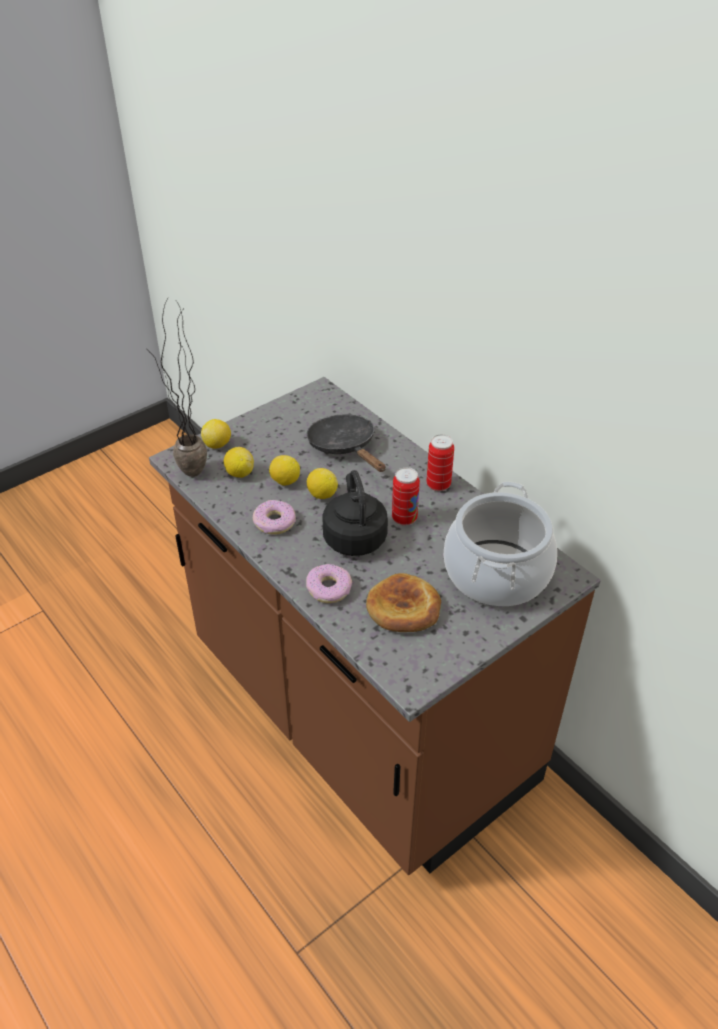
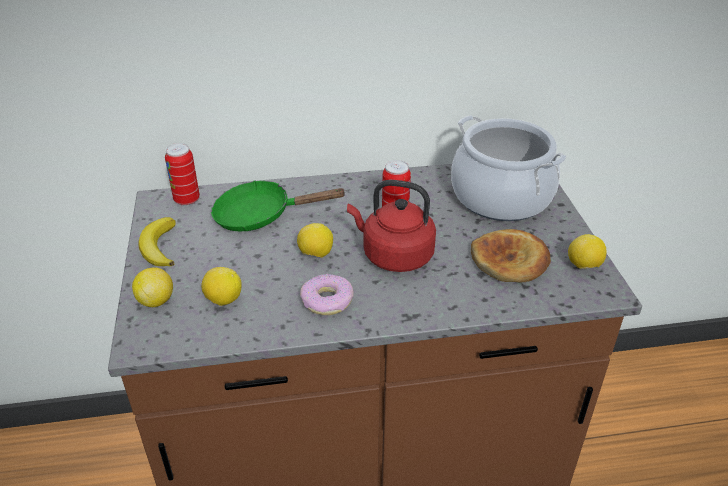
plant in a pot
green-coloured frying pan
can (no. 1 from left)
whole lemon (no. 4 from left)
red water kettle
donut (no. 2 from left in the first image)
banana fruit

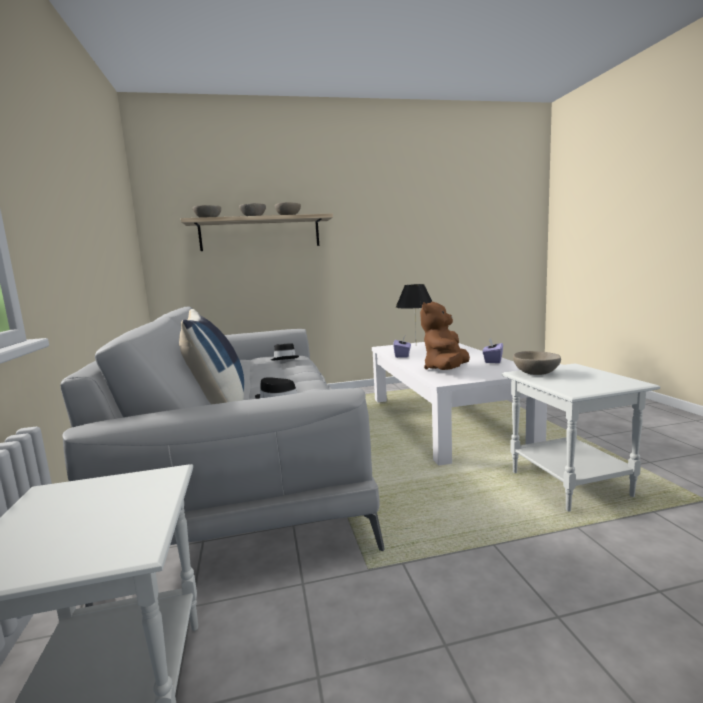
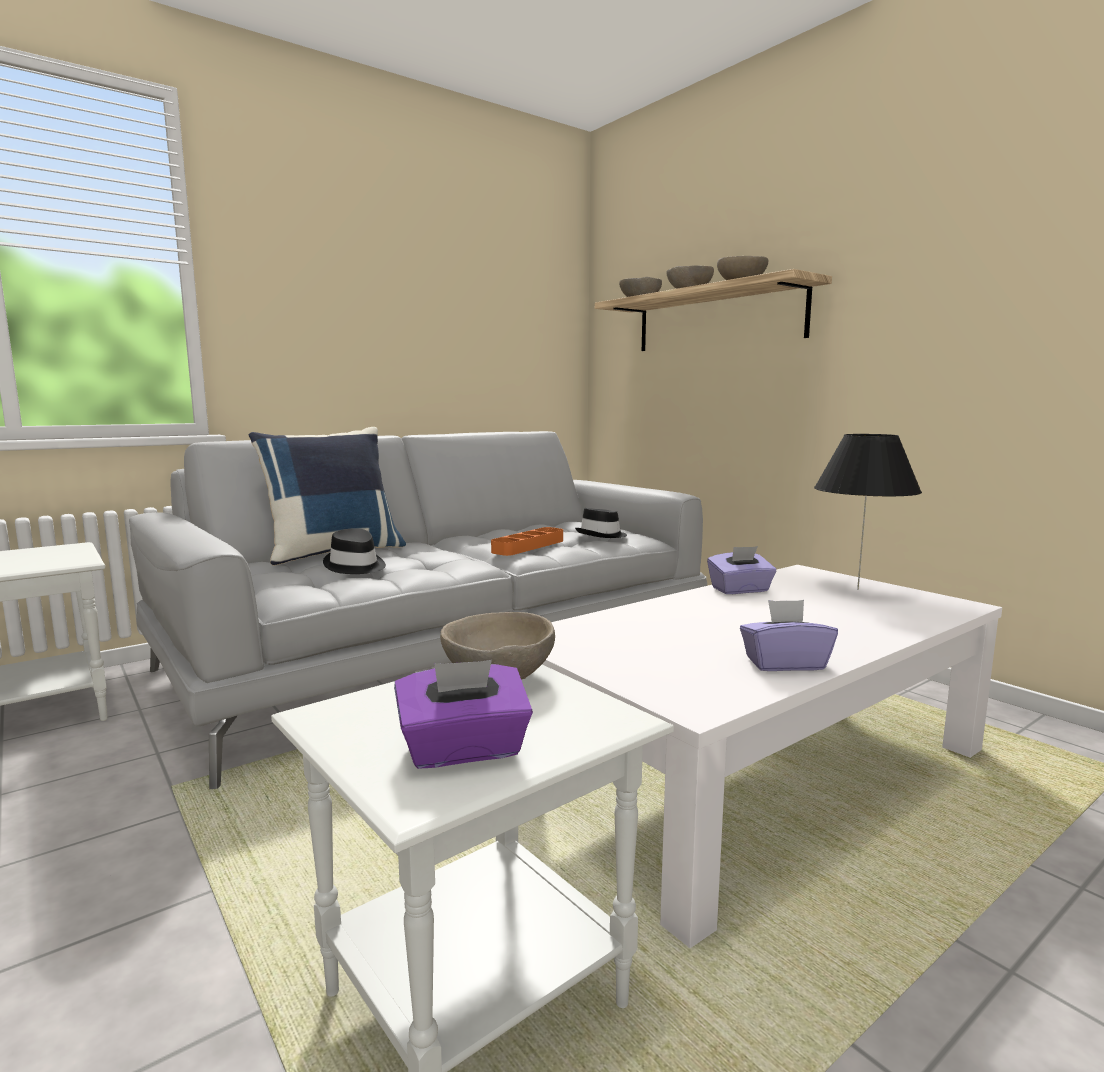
brown-coloured cuddly toy
orange serving tray
purple box of tissues (no. 1 from left)

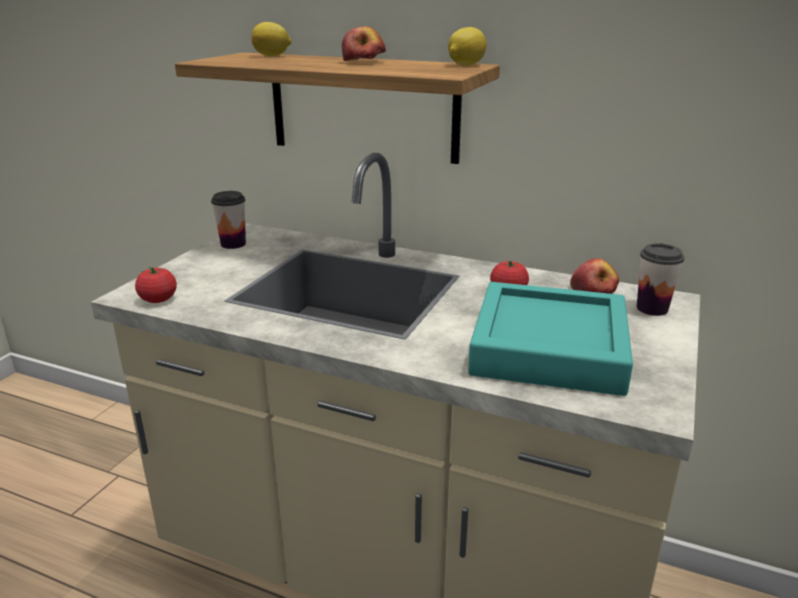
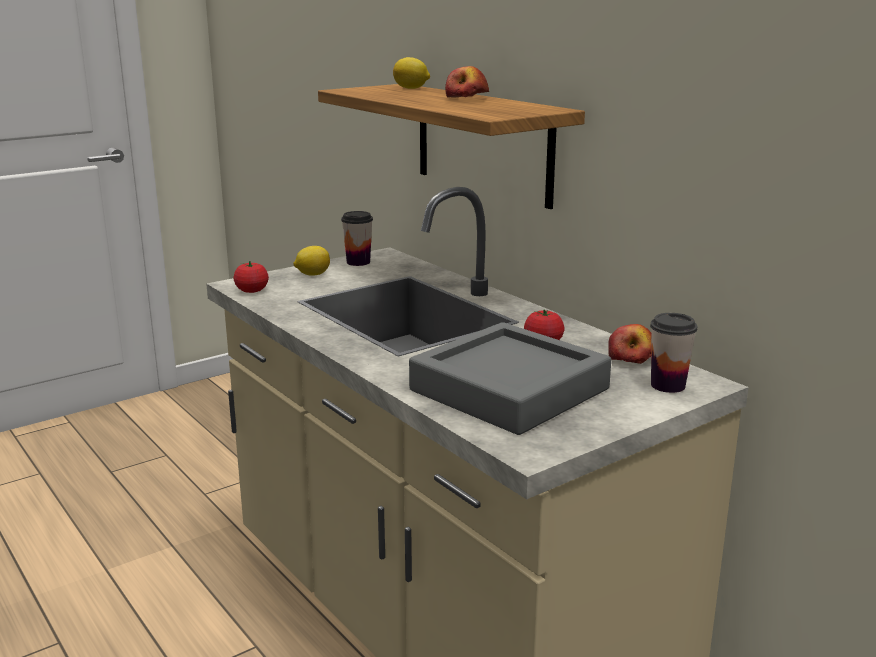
whole lemon (no. 1 from left)
gray serving tray

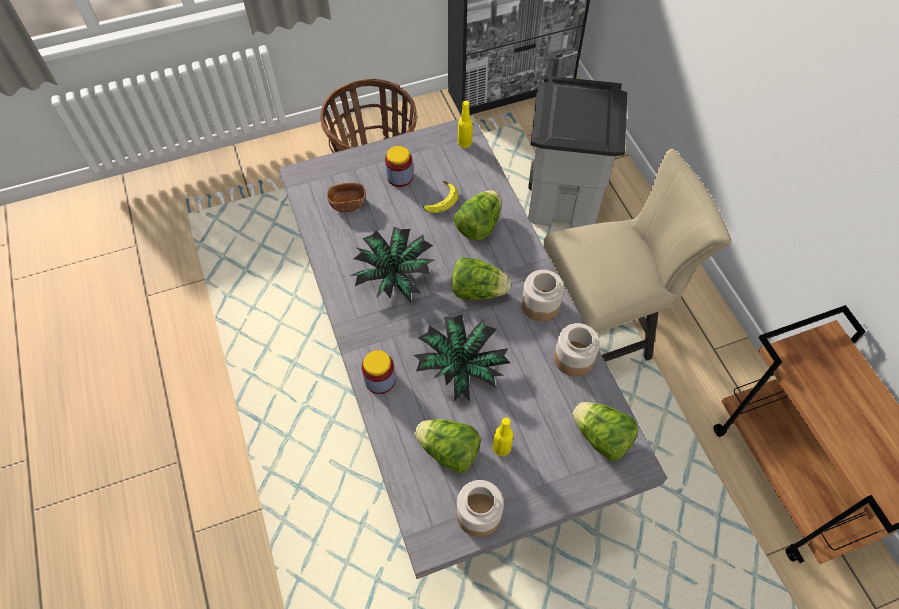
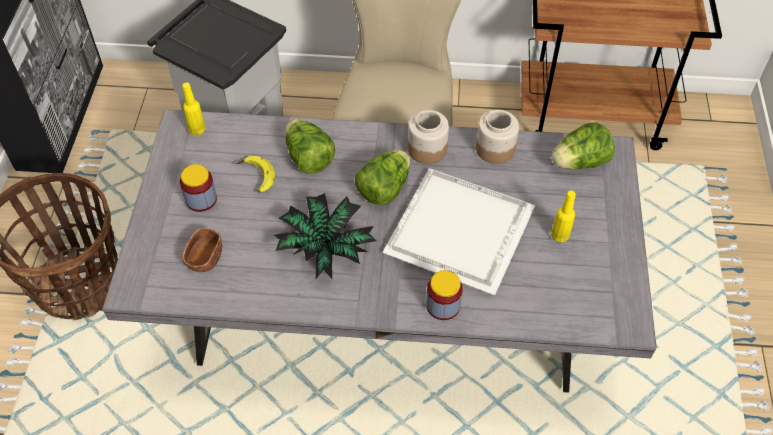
white-coloured serving tray
lettuce head (no. 1 from left in the first image)
preserve jar (no. 3 from left in the first image)

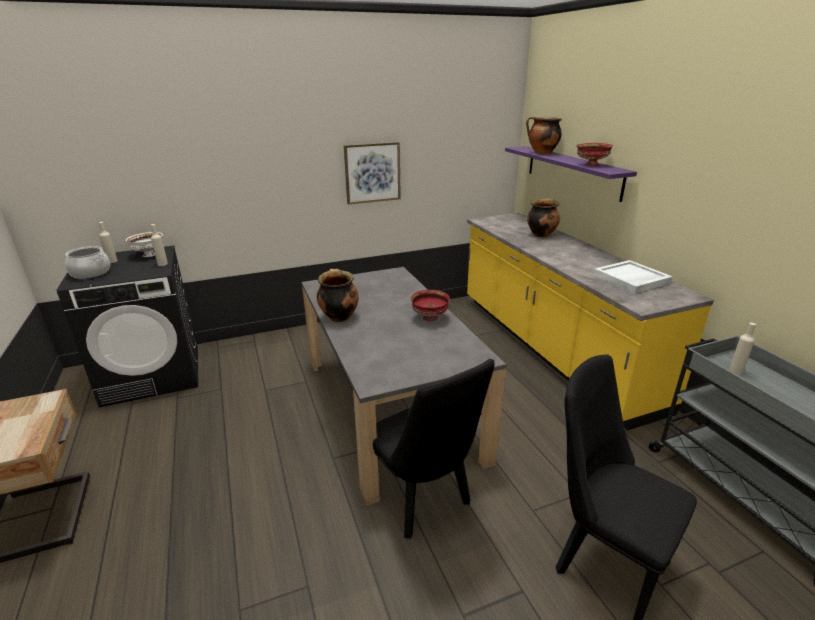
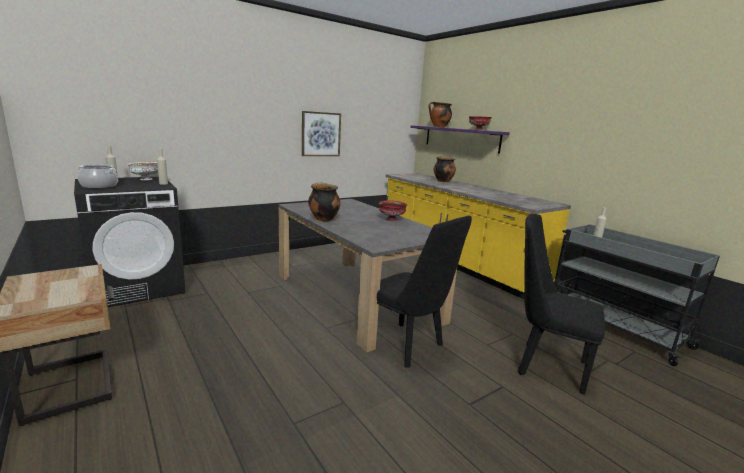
white-coloured serving tray

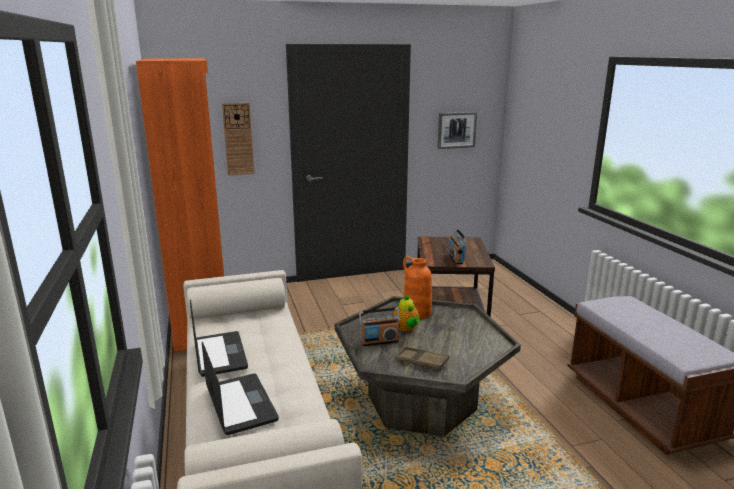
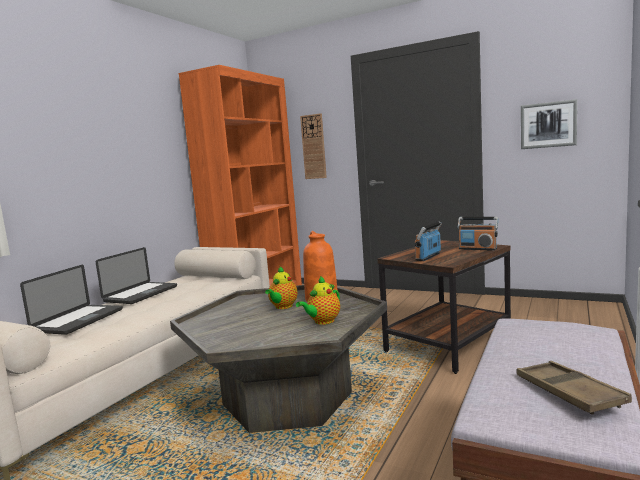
radio set (no. 2 from left)
brown-coloured serving tray
tea pot (no. 2 from left)

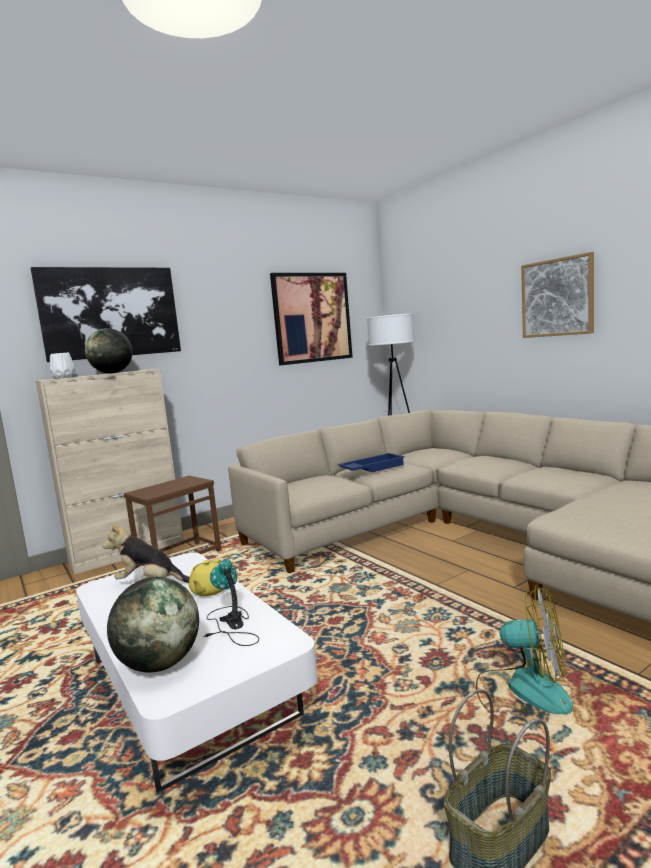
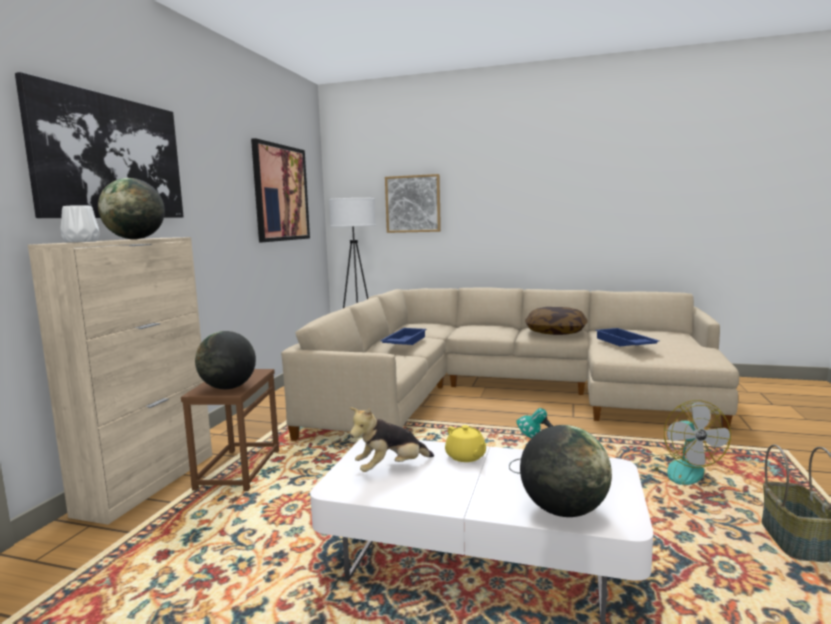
wall picture (no. 3 from left)
electric fan
pillow
bluish serving tray (no. 2 from left)
desk globe (no. 2 from left)

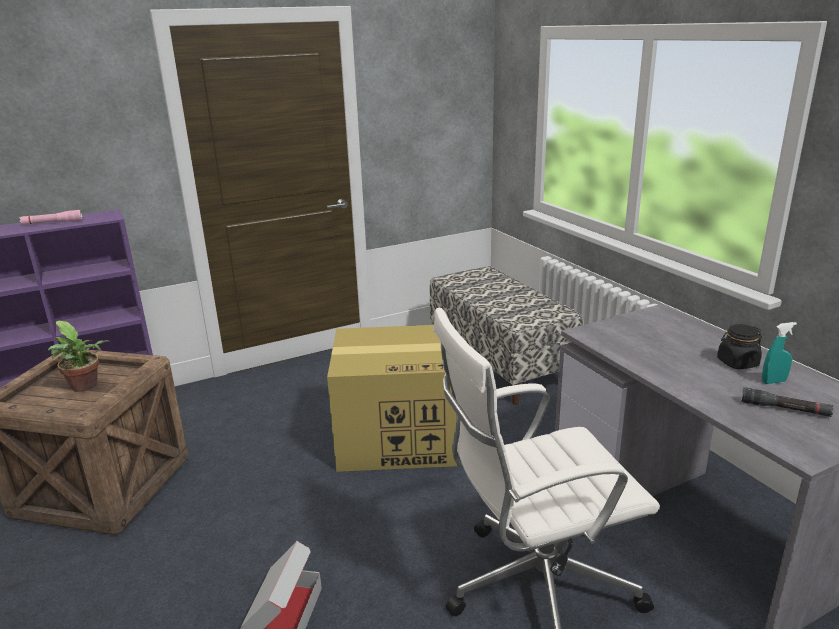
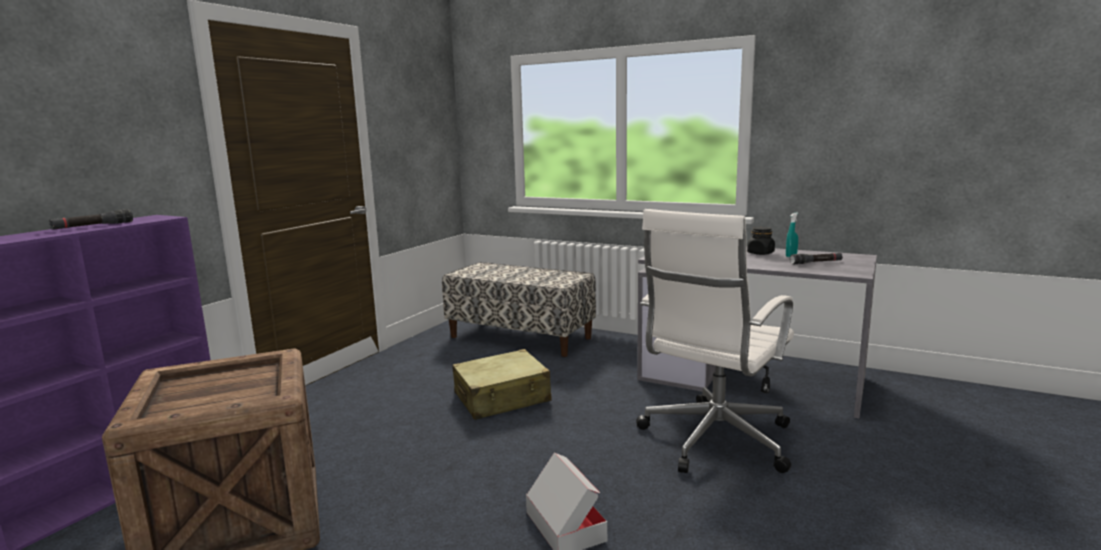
black torch (no. 1 from left)
plant in a pot
beige suitcase

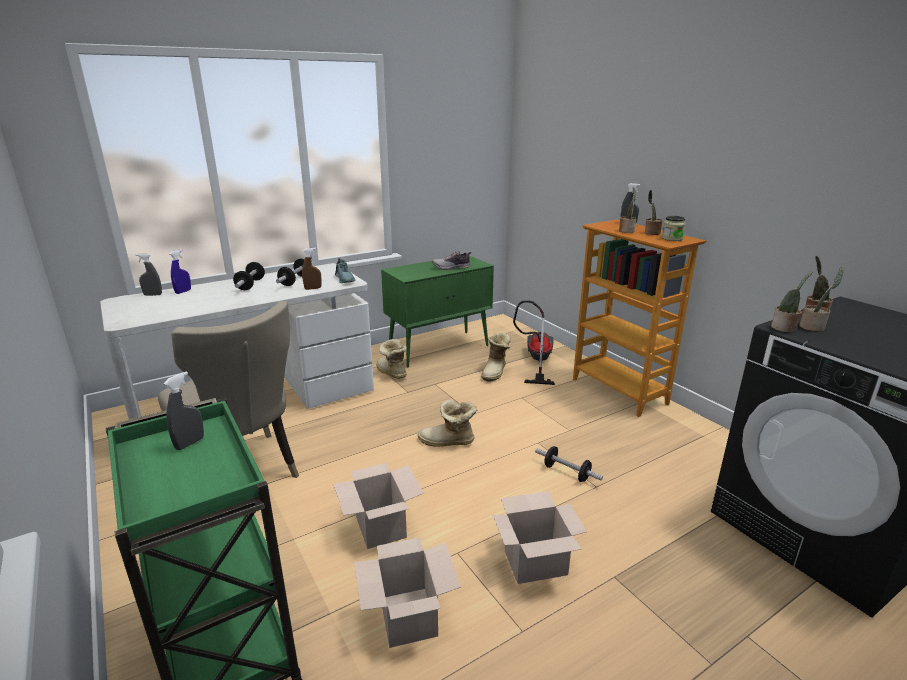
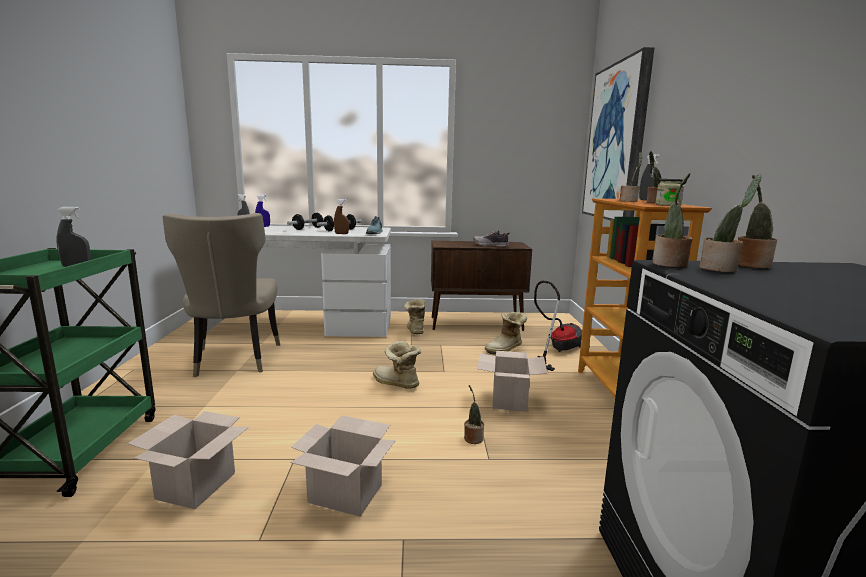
brown-coloured cabinet
plant in a pot (no. 1 from left)
carton (no. 3 from left)
wall picture

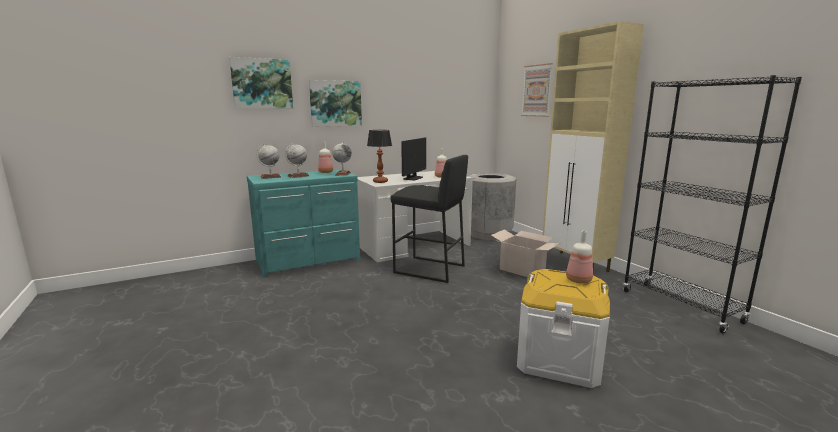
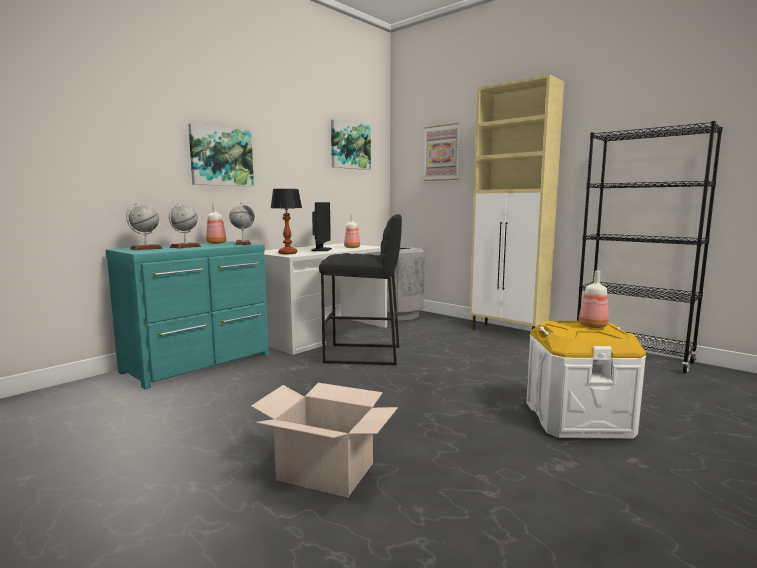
wall picture (no. 2 from left)
carton

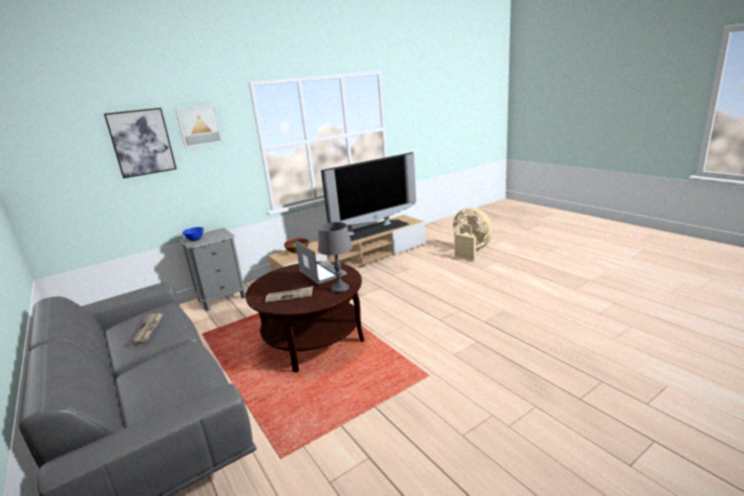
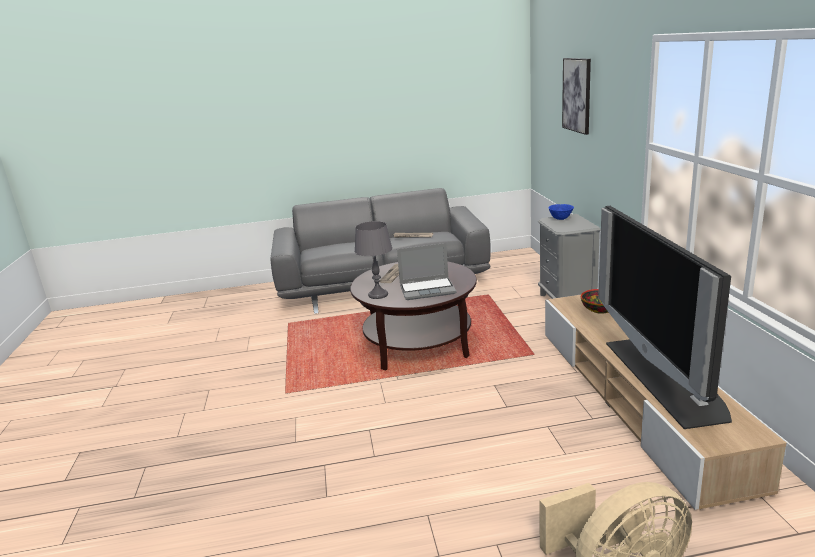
wall picture (no. 2 from left in the first image)

